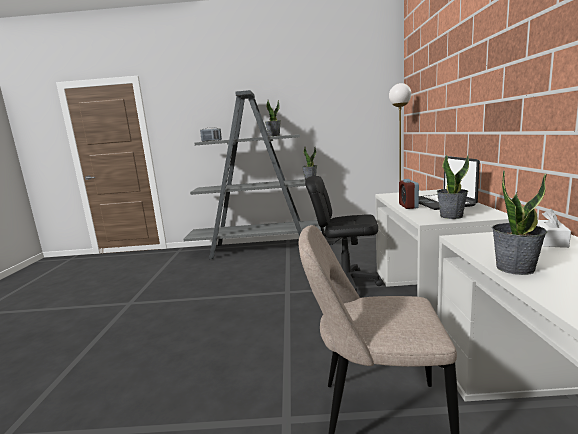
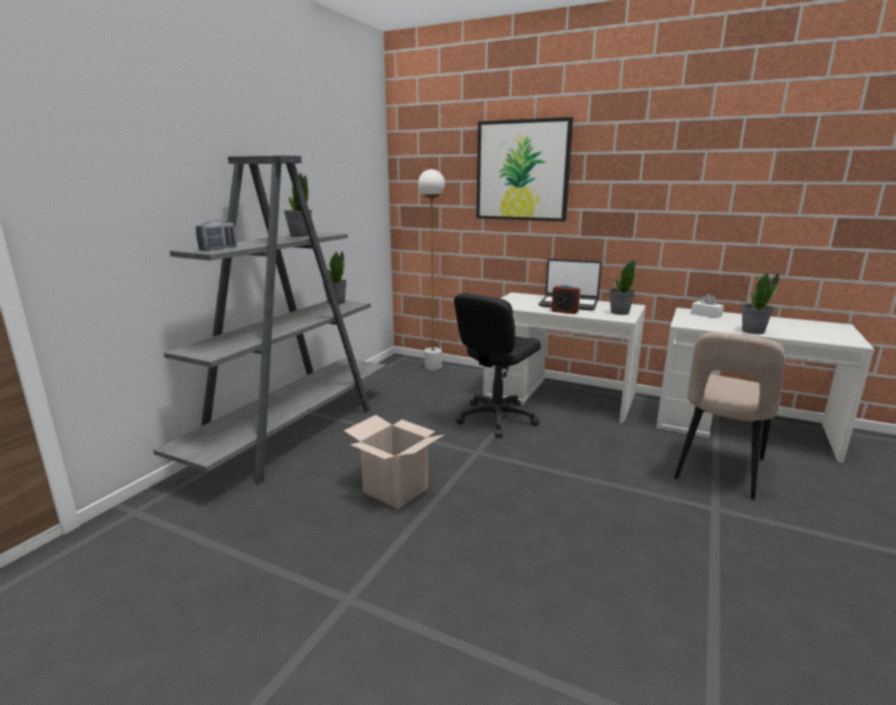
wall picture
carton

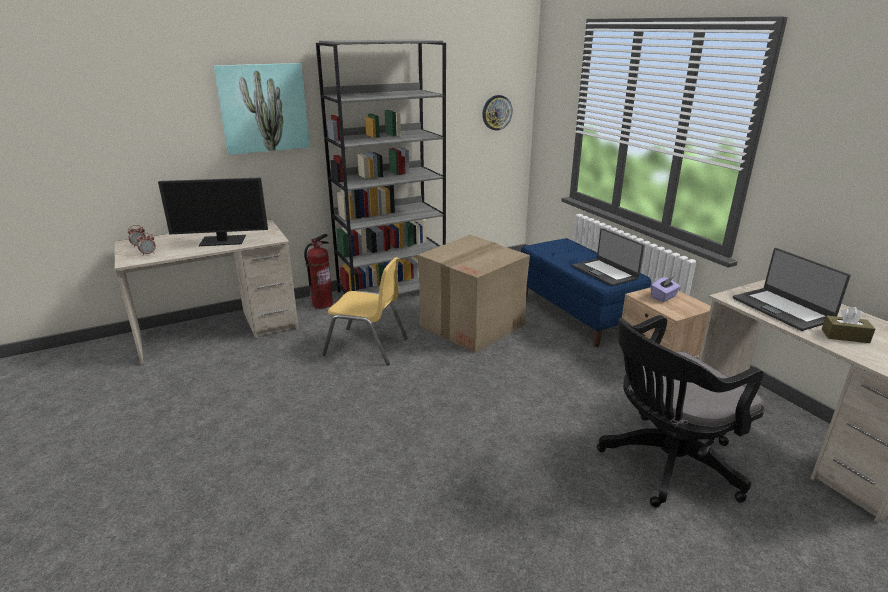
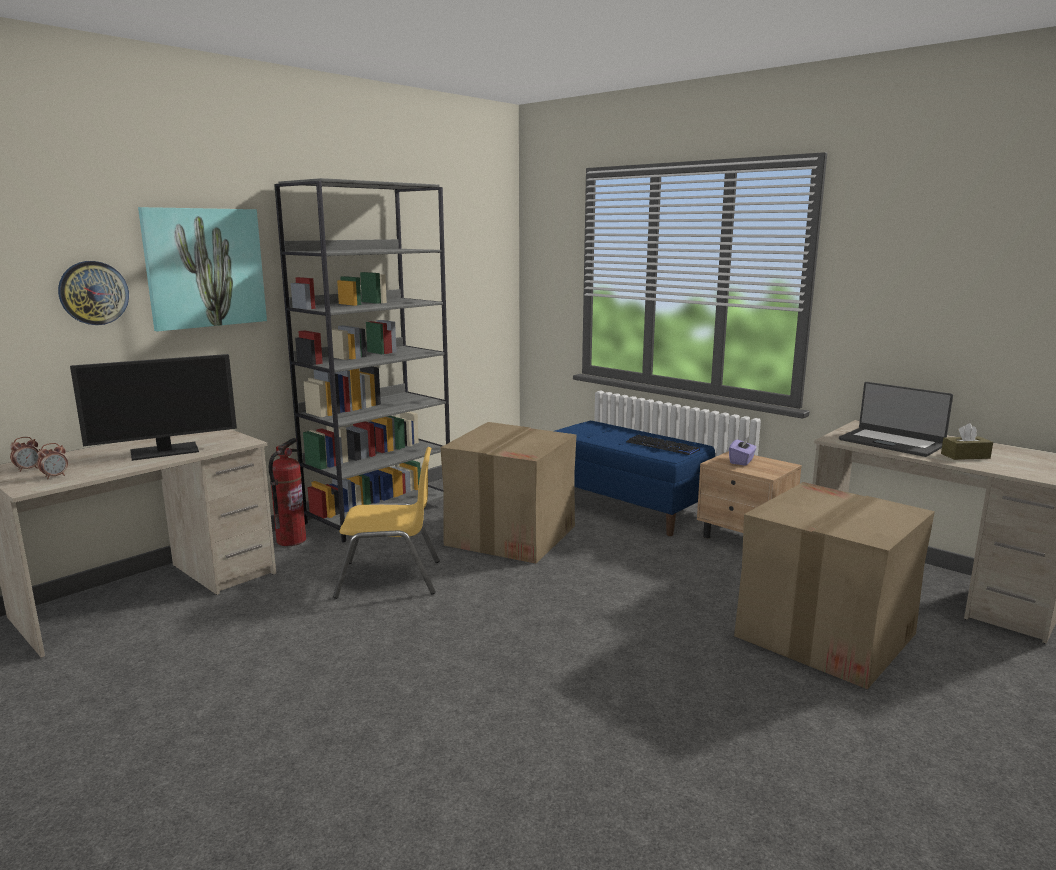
hanging clock
PC keyboard
carton (no. 2 from left)

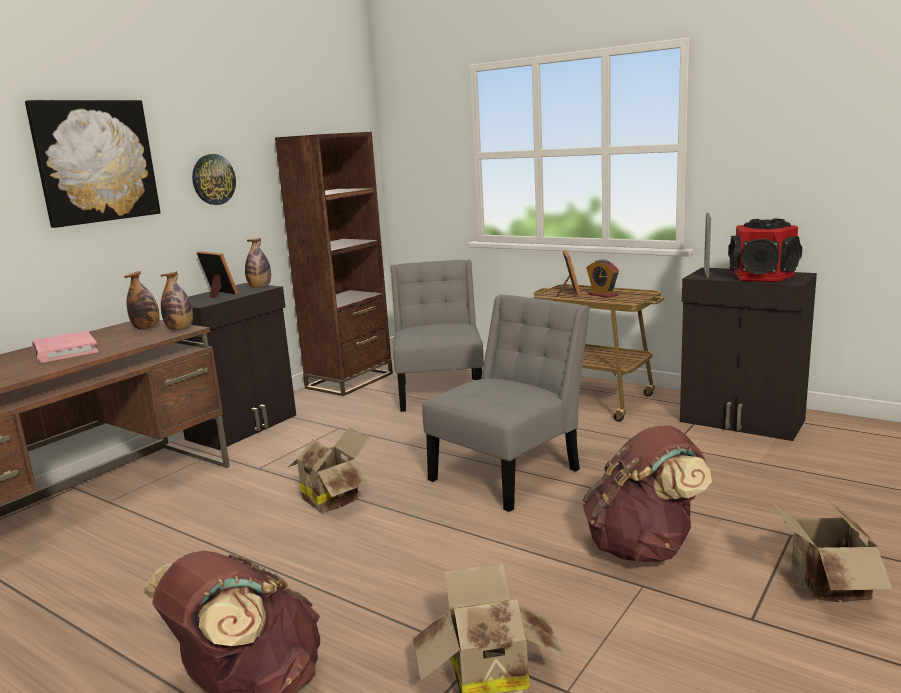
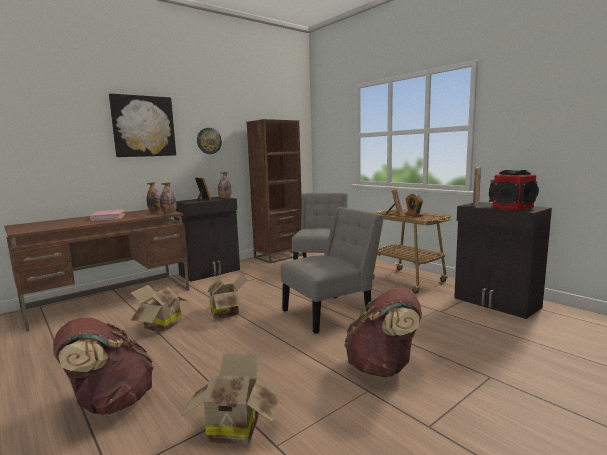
carton (no. 1 from left)

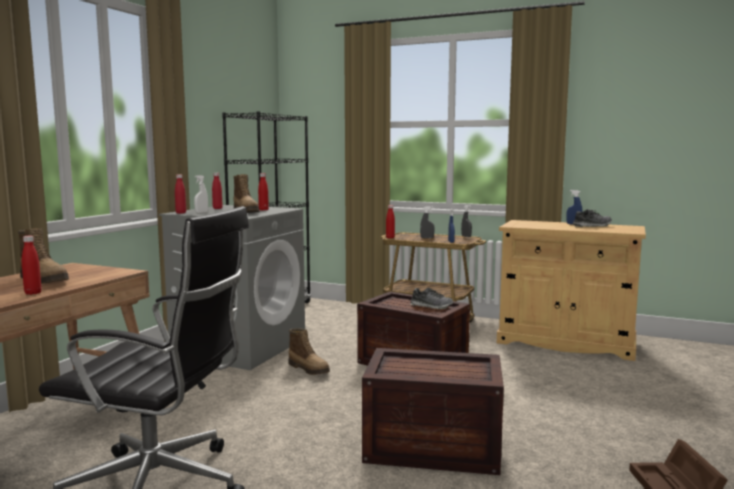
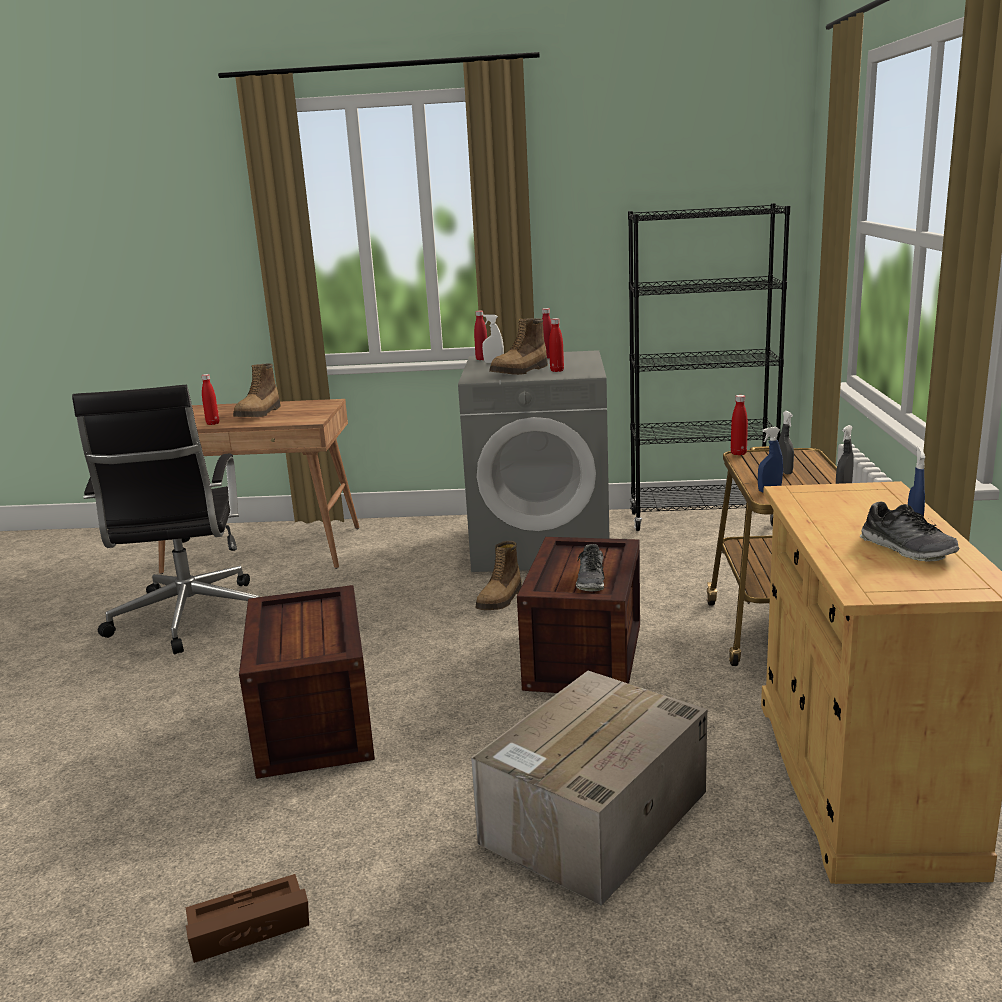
carton

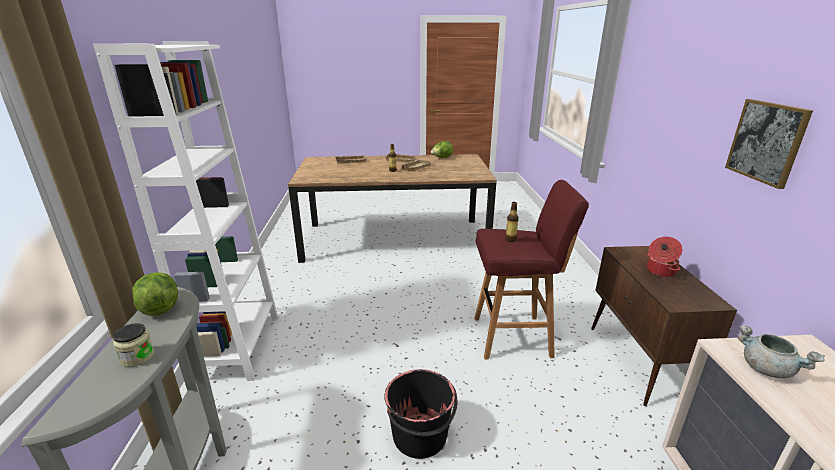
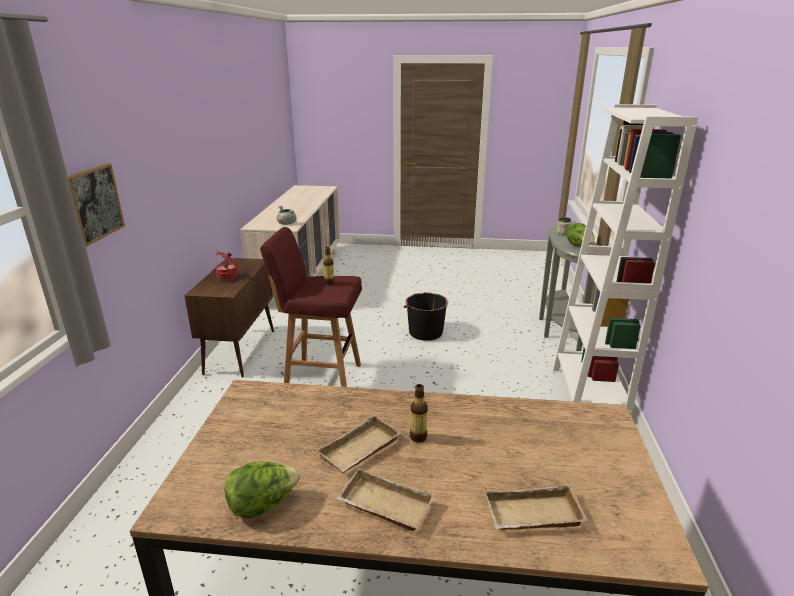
wall picture

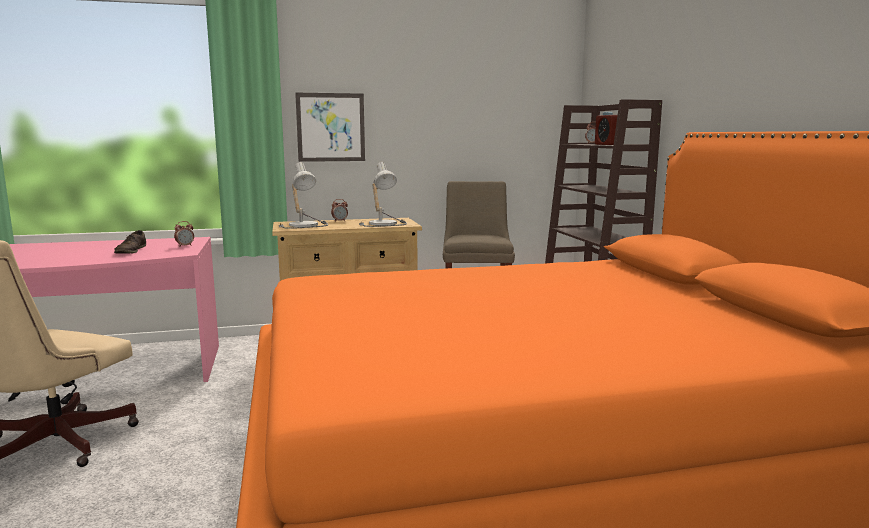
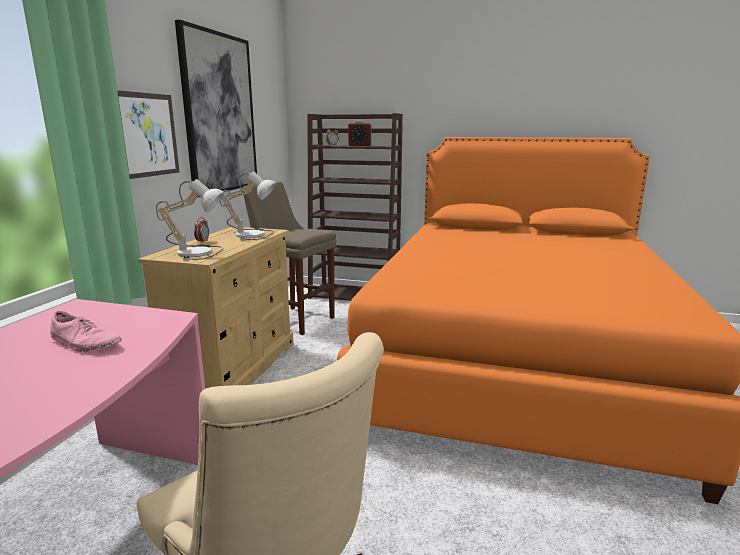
table clock (no. 1 from left in the first image)
pink shoe
wall picture (no. 2 from left)

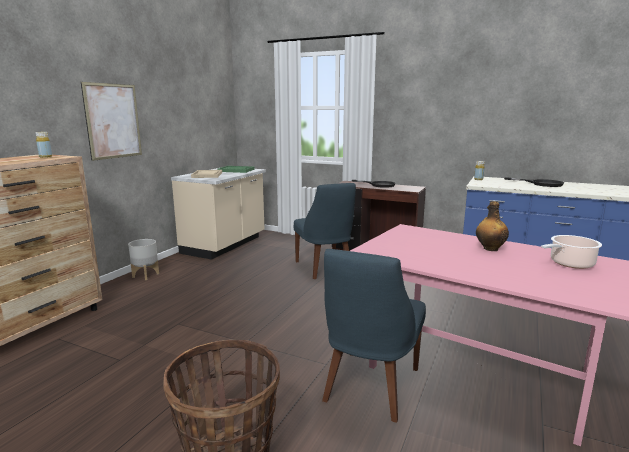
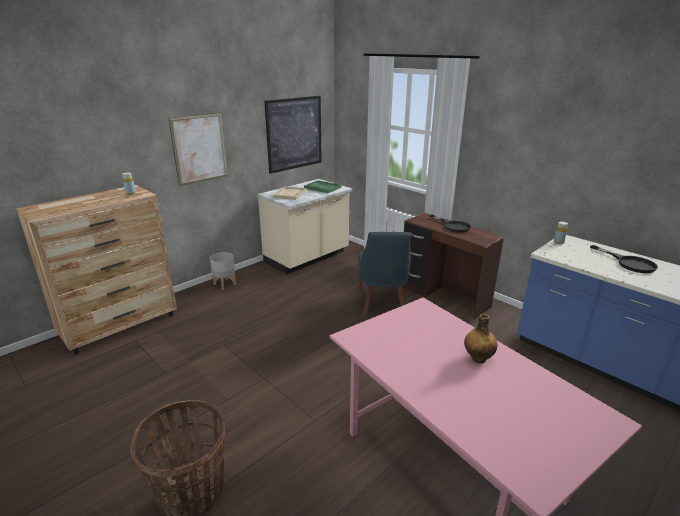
saucepot
bluish plain chair (no. 2 from left in the first image)
wall picture (no. 2 from left)

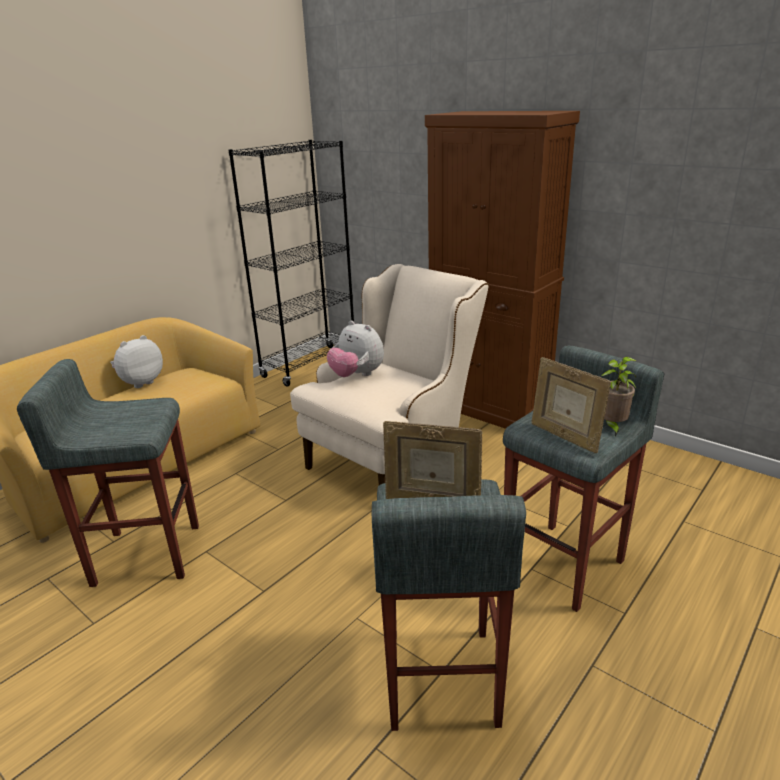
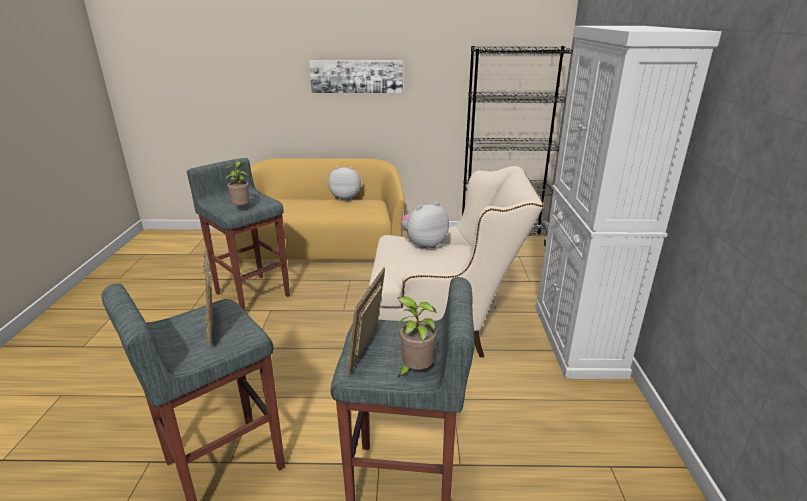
white-coloured cabinet
cuddly toy (no. 2 from left)
wall picture
plant in a pot (no. 1 from left)

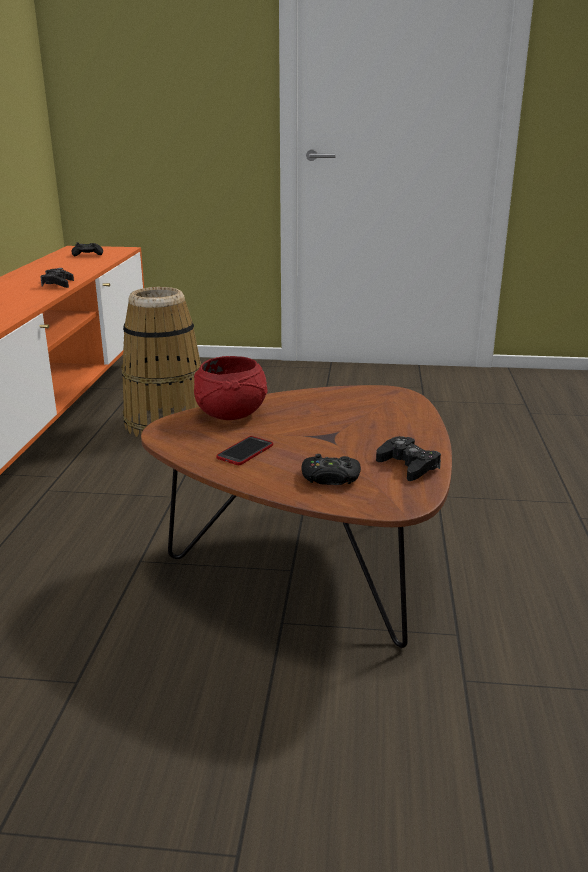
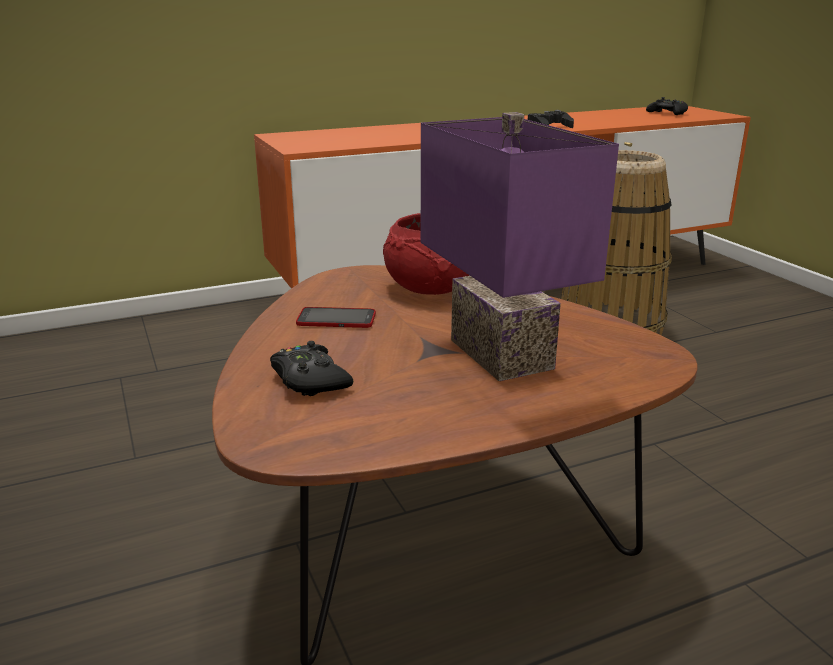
black gamepad (no. 4 from left in the first image)
purple table lamp

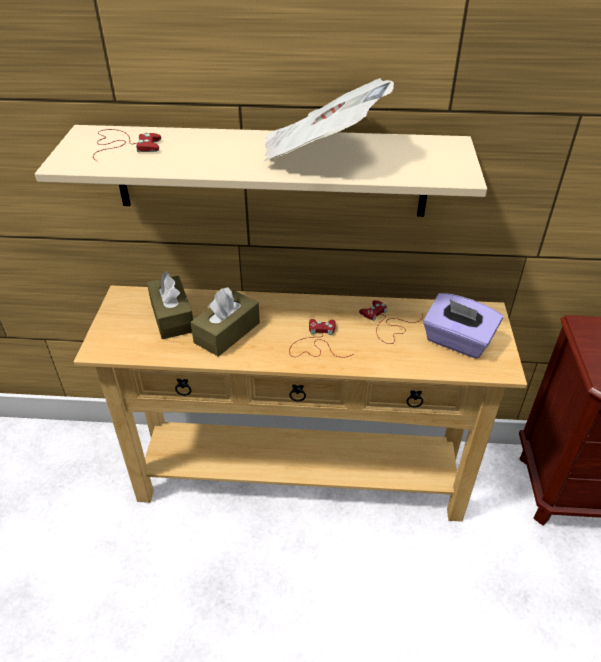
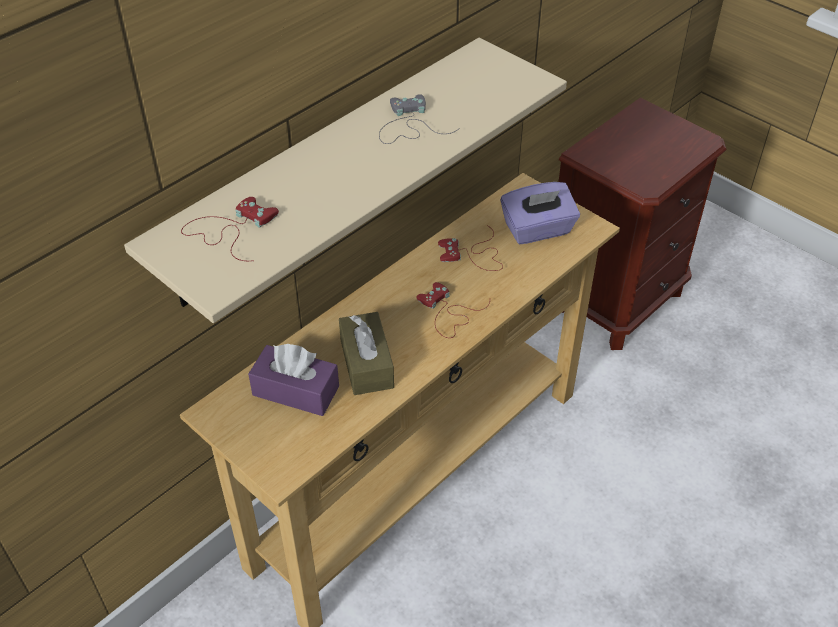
gray gamepad
purple box of tissues (no. 1 from left)

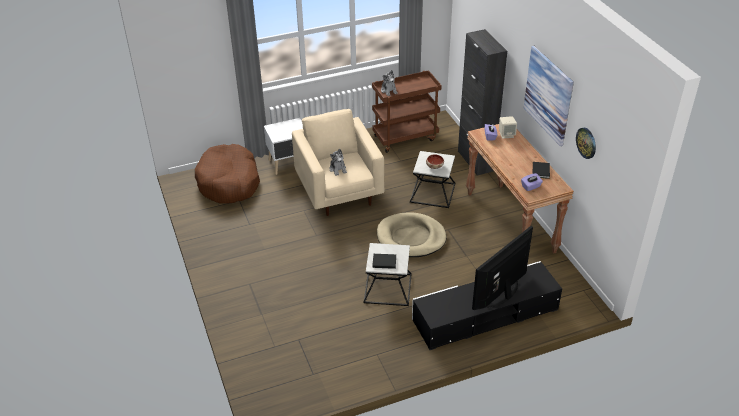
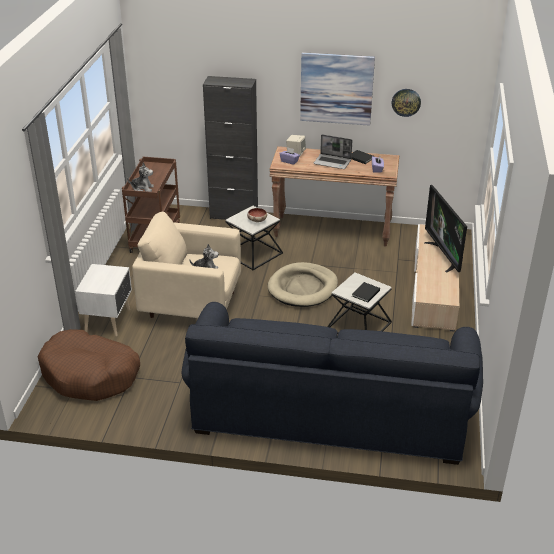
beige tv unit
notebook computer
bluish sofa

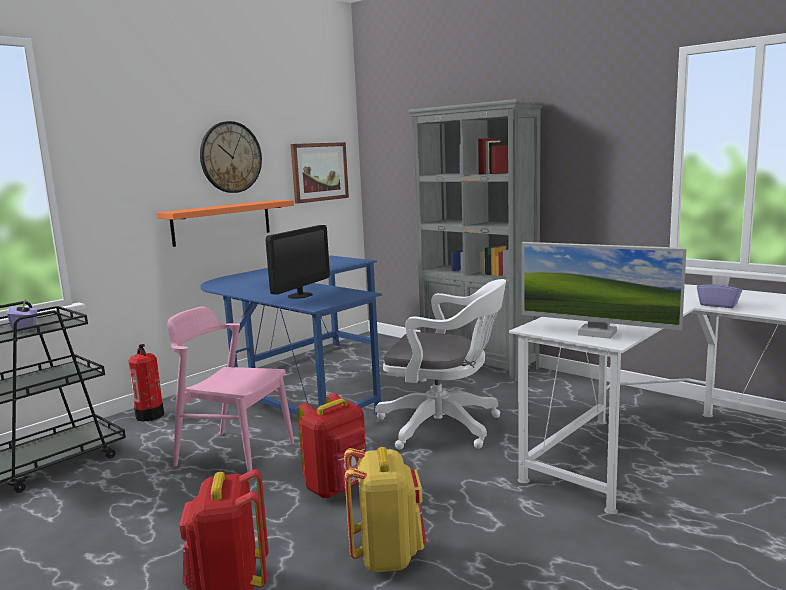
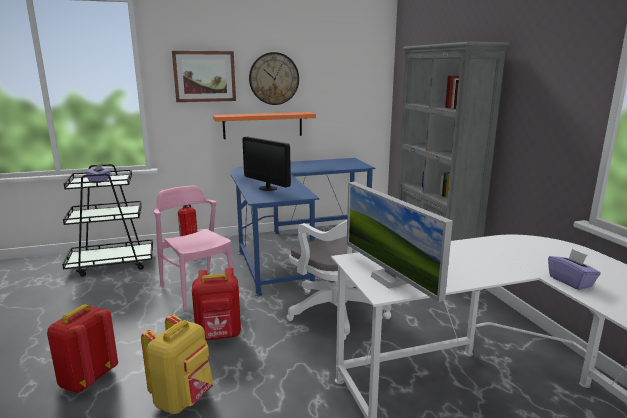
wall picture
computer display (no. 1 from left)

